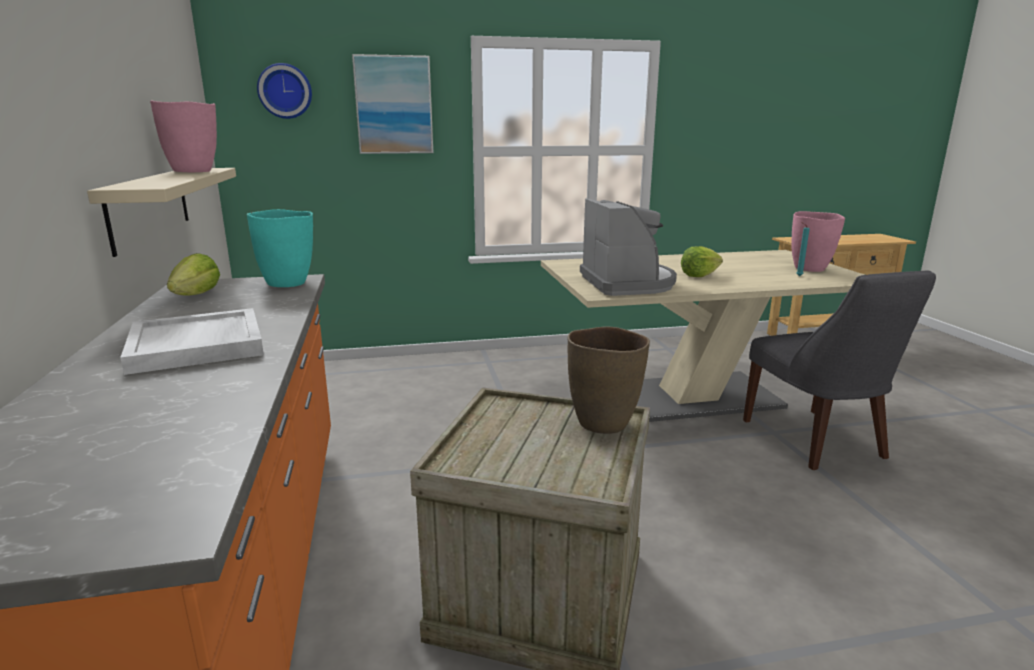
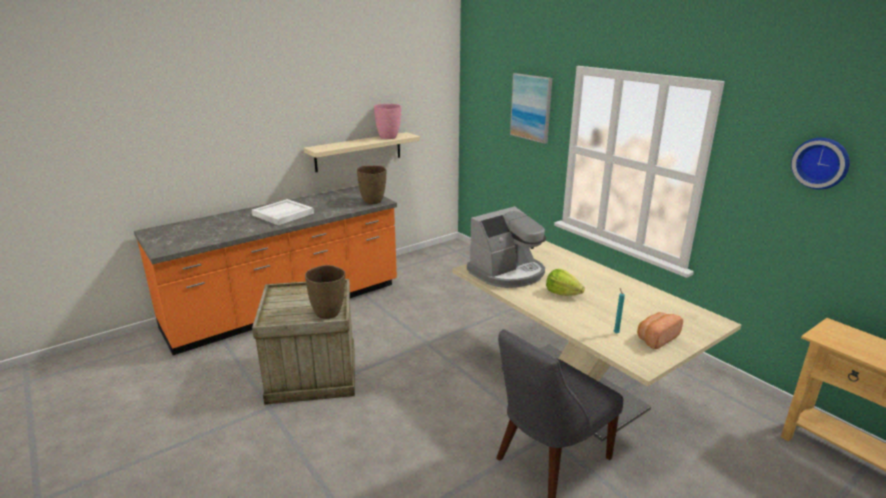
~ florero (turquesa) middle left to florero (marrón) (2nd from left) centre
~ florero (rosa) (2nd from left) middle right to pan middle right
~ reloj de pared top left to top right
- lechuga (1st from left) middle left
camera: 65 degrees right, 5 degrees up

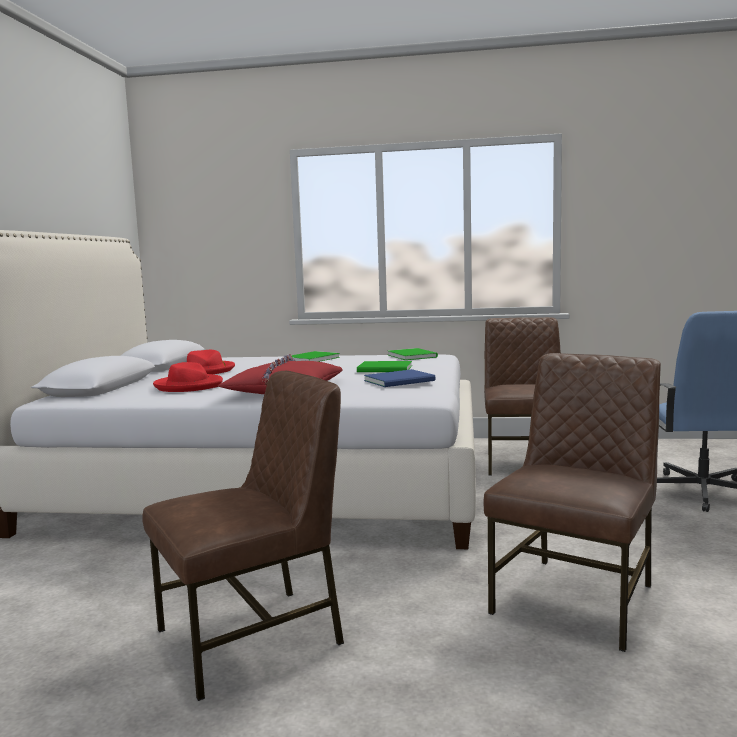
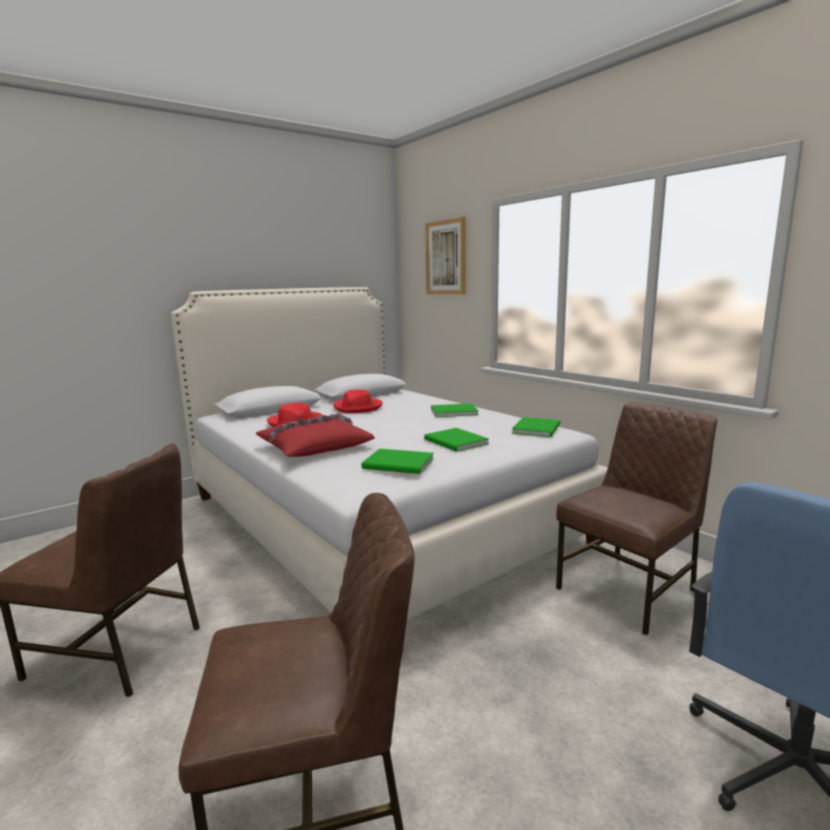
~ libro (azul) centre to libro (verde) (1st from left) centre
+ cuadro top centre
camera: 45 degrees right, 5 degrees up

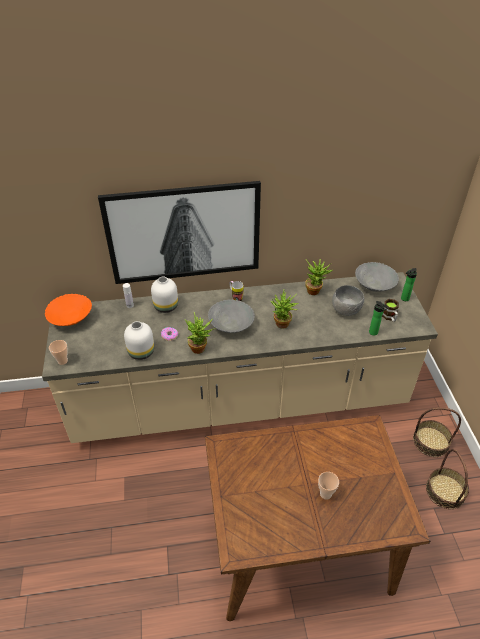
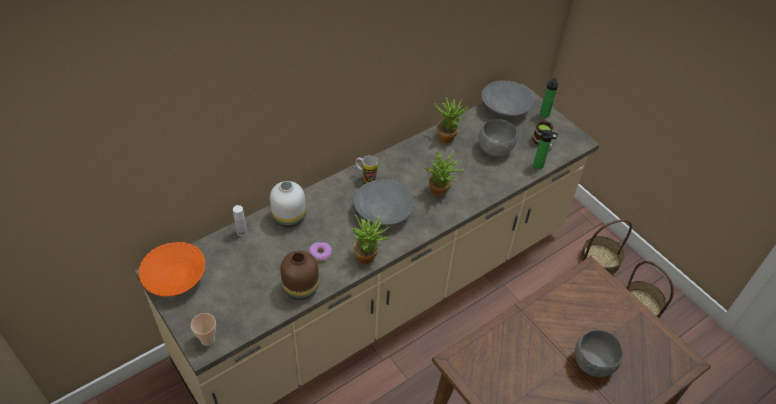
~ florero (blanco) (1st from left) middle left to florero (marrón) bottom centre
~ taza (2nd from left) bottom right to cuenco (gris) (4th from left) bottom right
- cuadro centre
camera: 30 degrees left, 5 degrees up

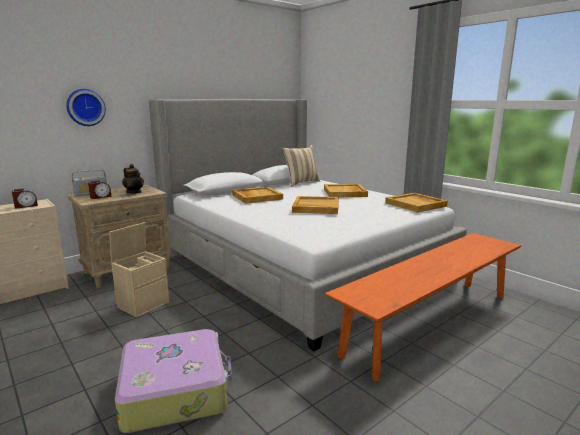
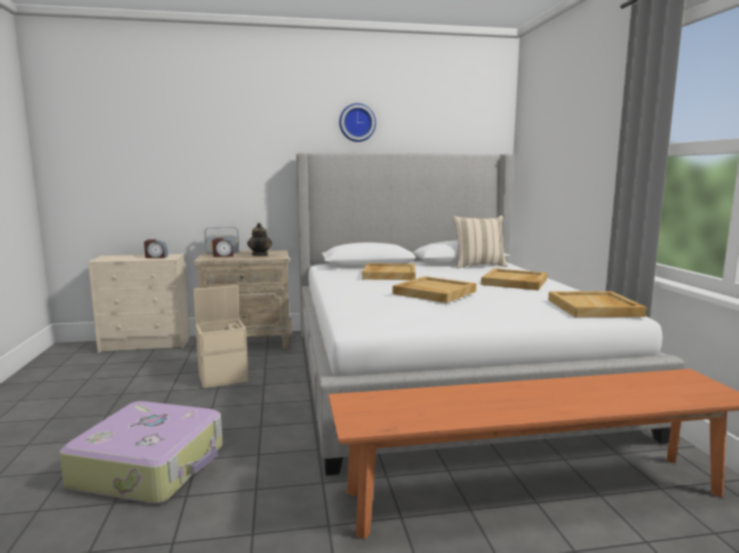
~ reloj de pared top left to top centre
camera: 30 degrees right, 5 degrees down

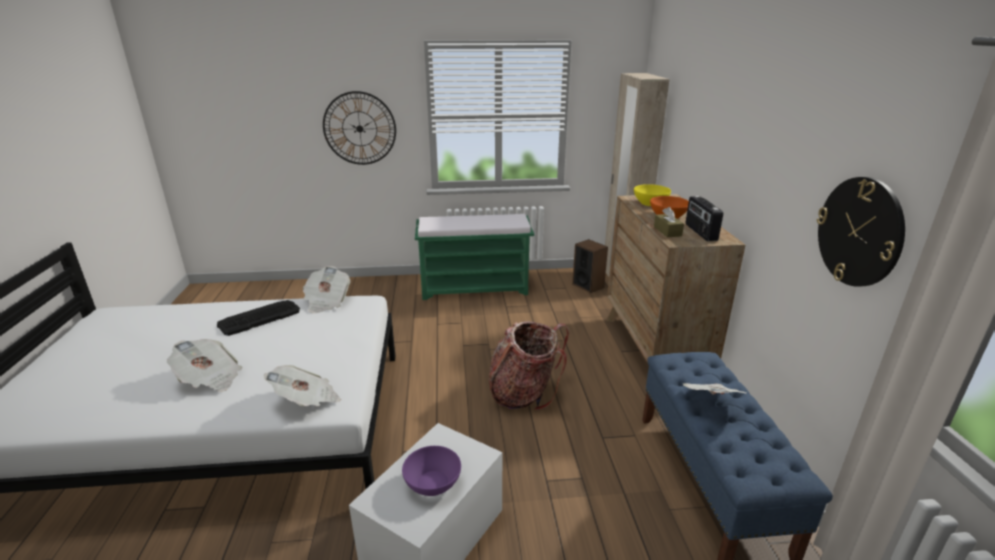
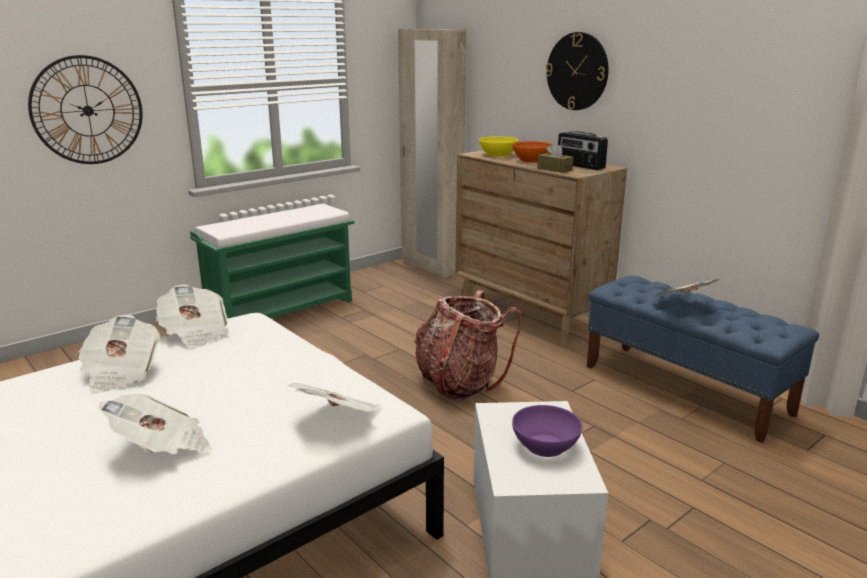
~ teclado middle left to periódico (1st from left) middle left
~ reloj de pared (2nd from left) middle right to top centre
- altavoz centre
camera: 35 degrees left, 5 degrees down

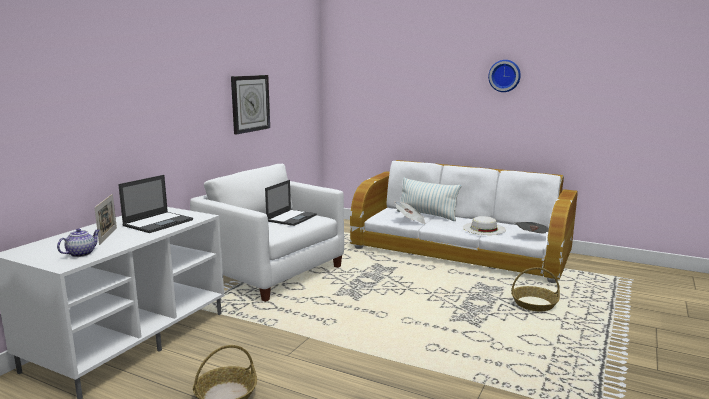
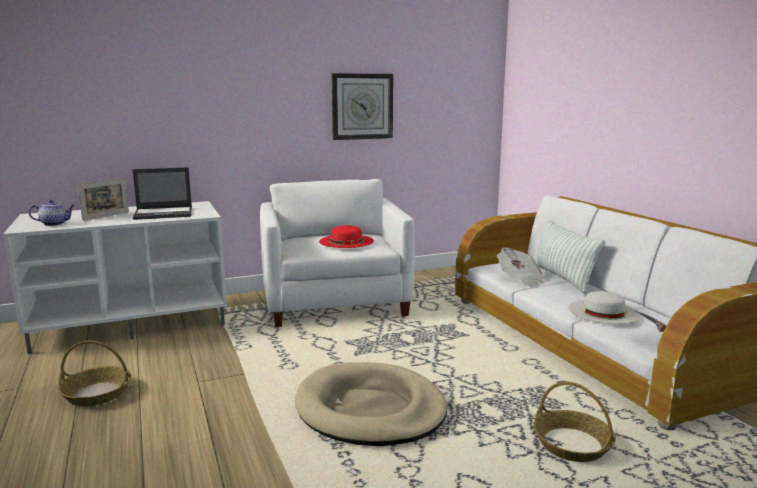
+ cama para perro (beis) bottom centre
~ portátil (2nd from left) centre to sombrero (rojo) centre
- reloj de pared (2nd from left) top right
camera: 40 degrees right, 0 degrees up

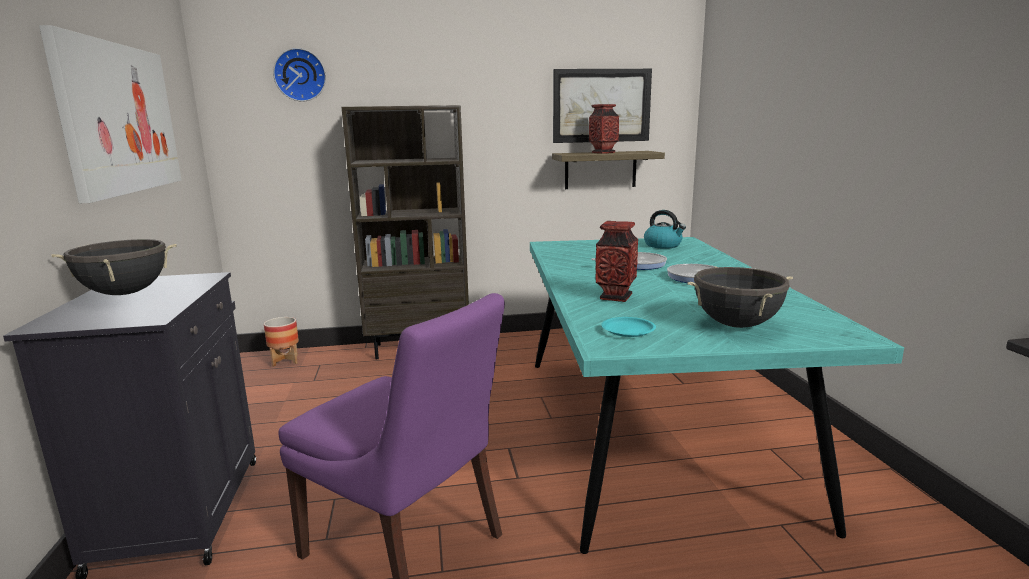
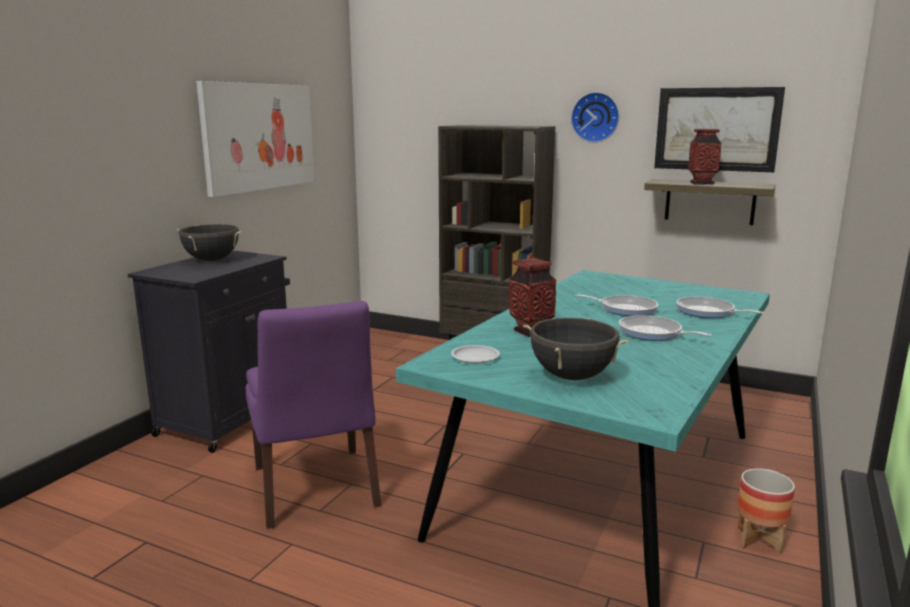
~ plato (turquesa) centre to plato (blanco) centre
~ reloj de pared top left to top centre
+ sartén (3rd from left) middle right
~ maceta middle left to bottom right
- hervidor centre
camera: 35 degrees right, 0 degrees up

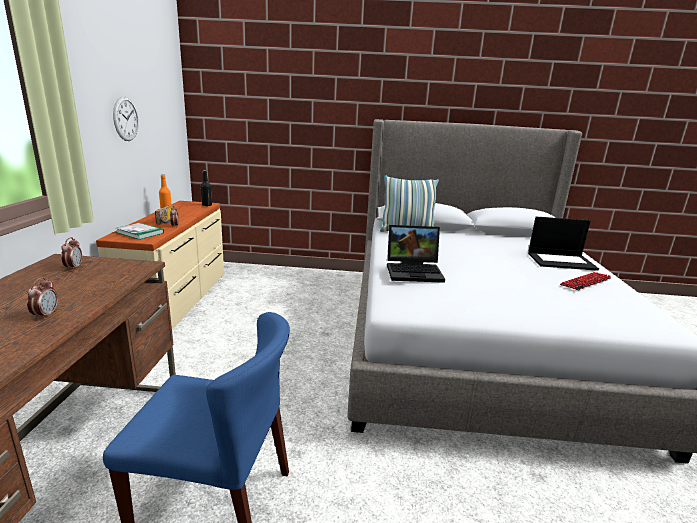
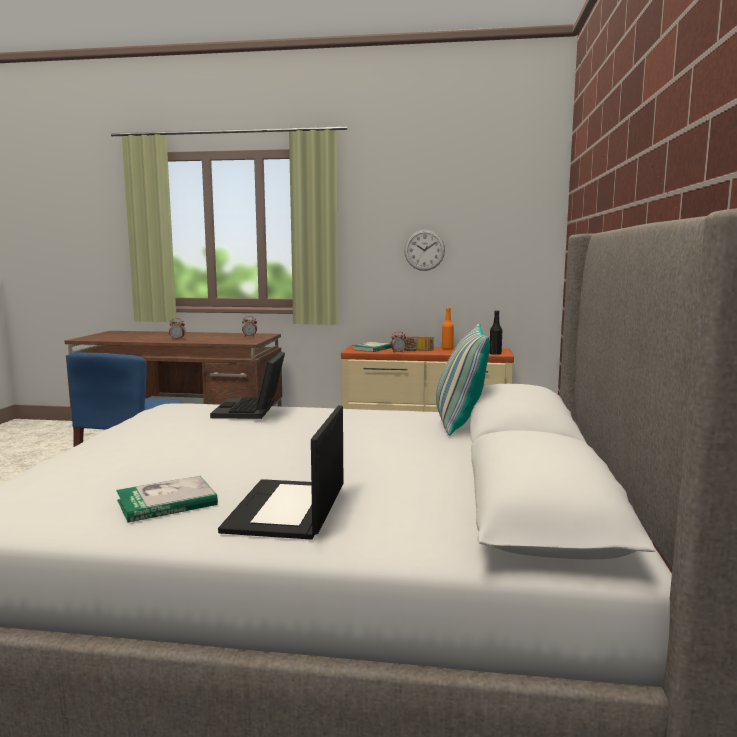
~ teclado middle right to libro (1st from left) bottom left
camera: 95 degrees right, 10 degrees down

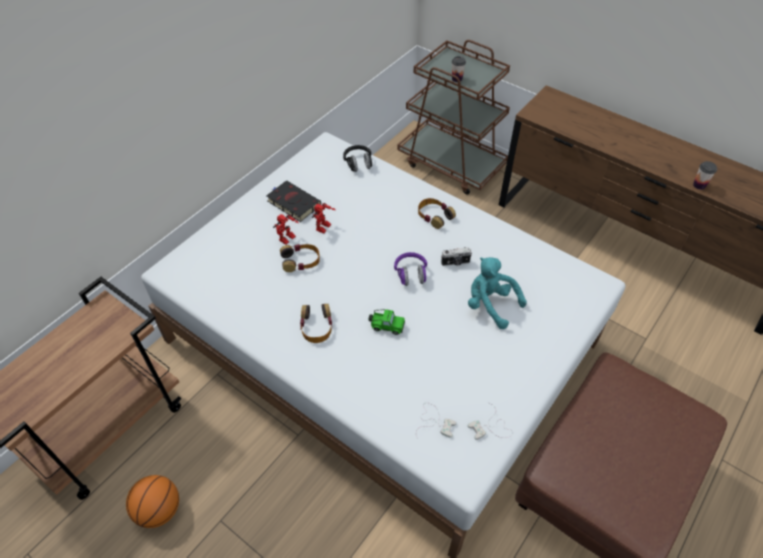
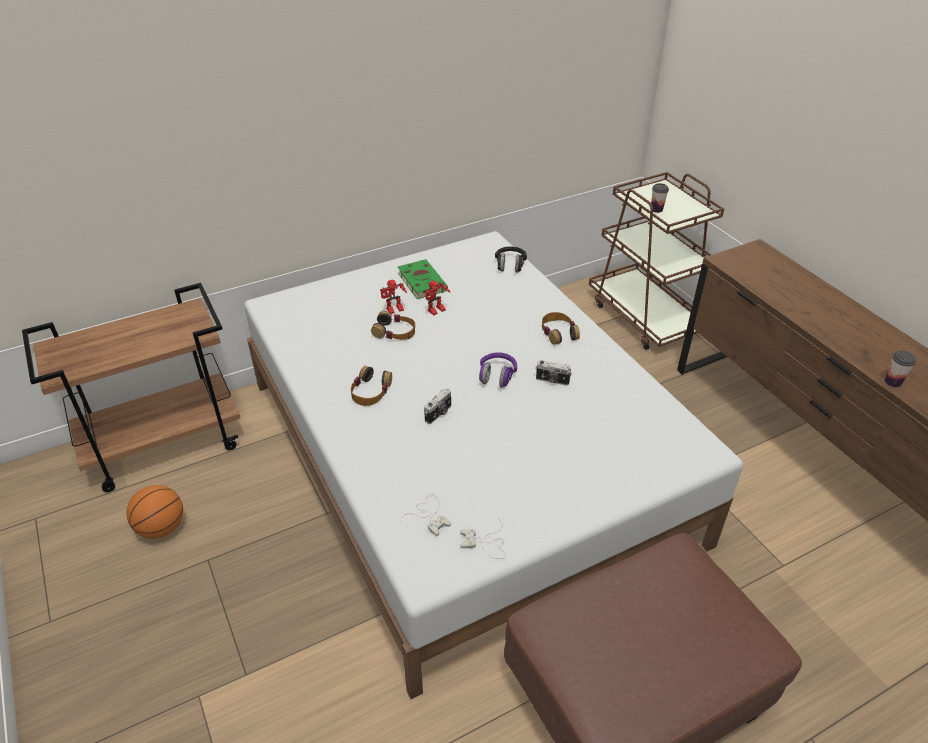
~ libro (negro) centre to libro (verde) centre
~ coche de juguete centre to cámara (1st from left) centre
- peluche (turquesa) centre
camera: 25 degrees right, 10 degrees down

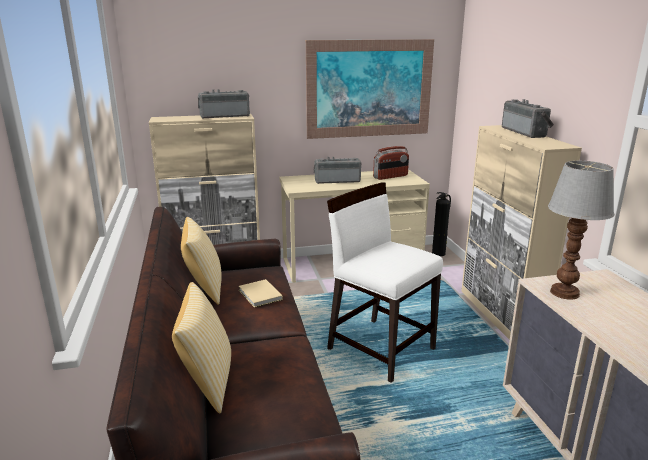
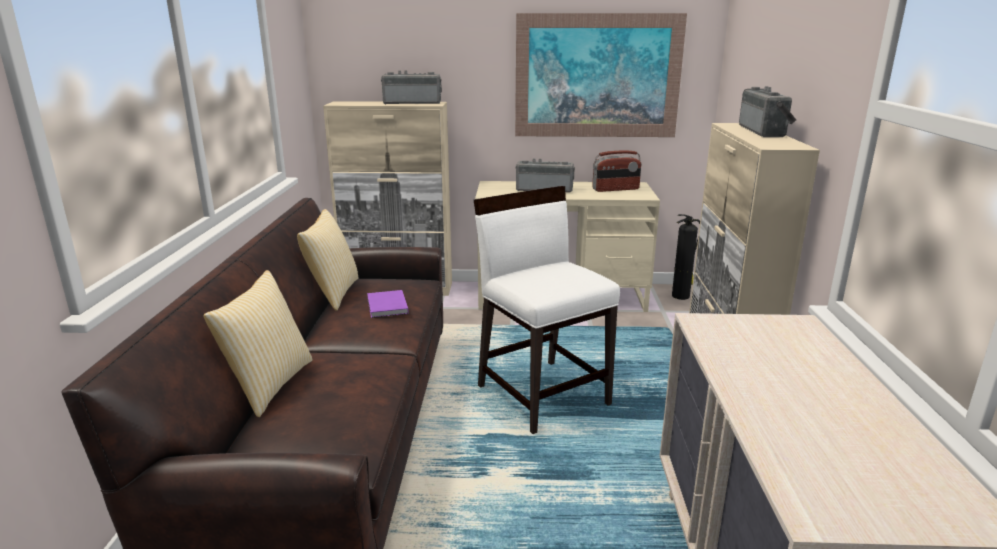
~ libro (beis) centre to libro (morado) centre
- lámpara de mesa middle right
camera: 15 degrees right, 0 degrees up

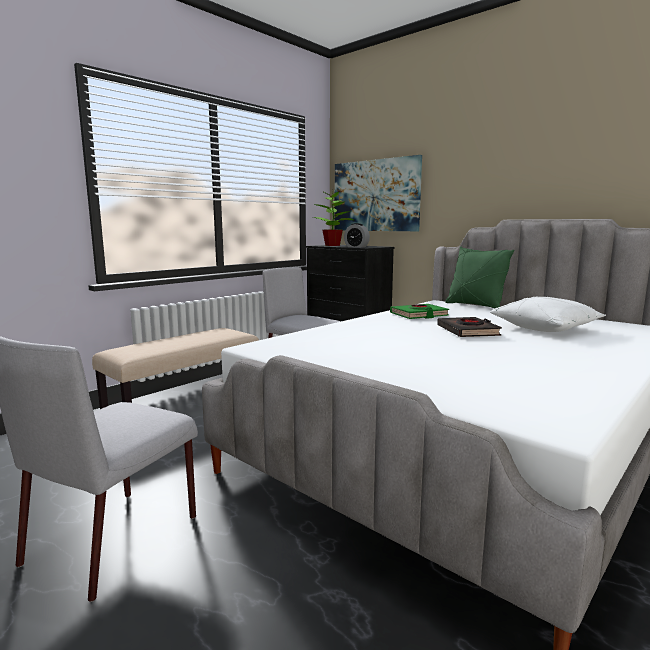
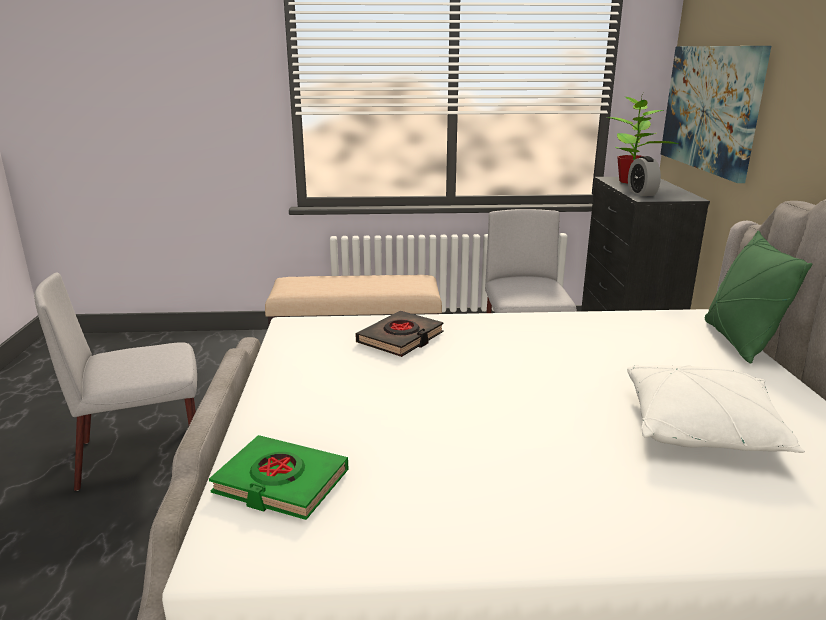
~ libro (verde) centre to bottom centre
~ libro (negro) middle right to centre
camera: 45 degrees right, 10 degrees up

